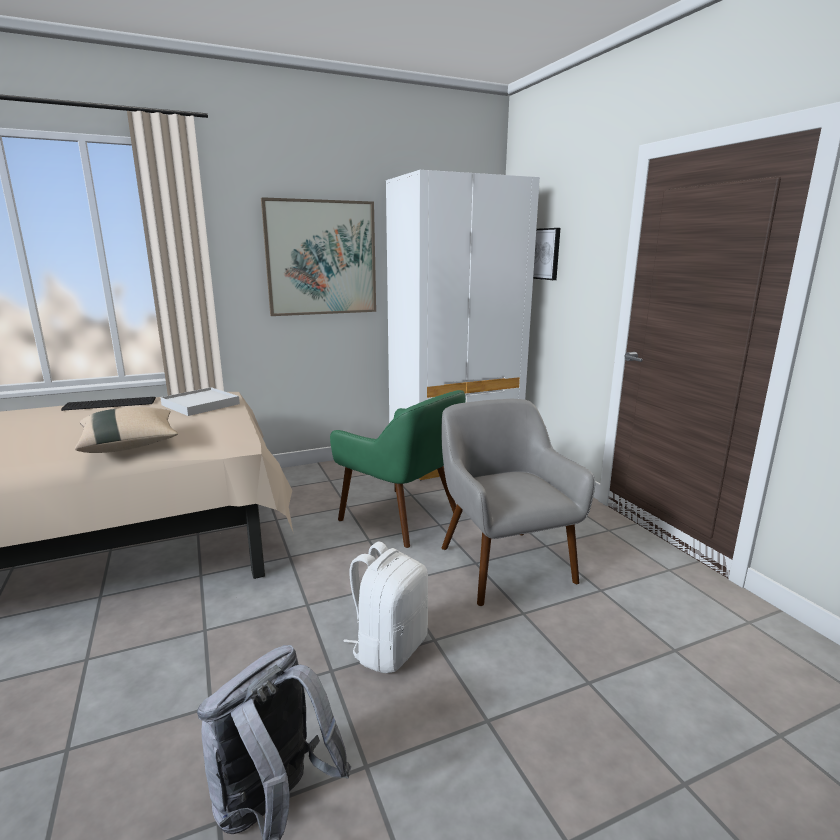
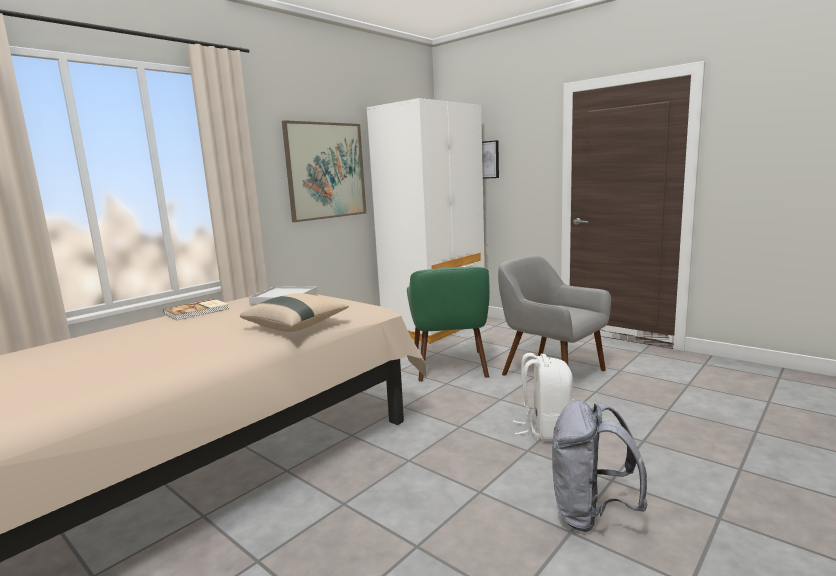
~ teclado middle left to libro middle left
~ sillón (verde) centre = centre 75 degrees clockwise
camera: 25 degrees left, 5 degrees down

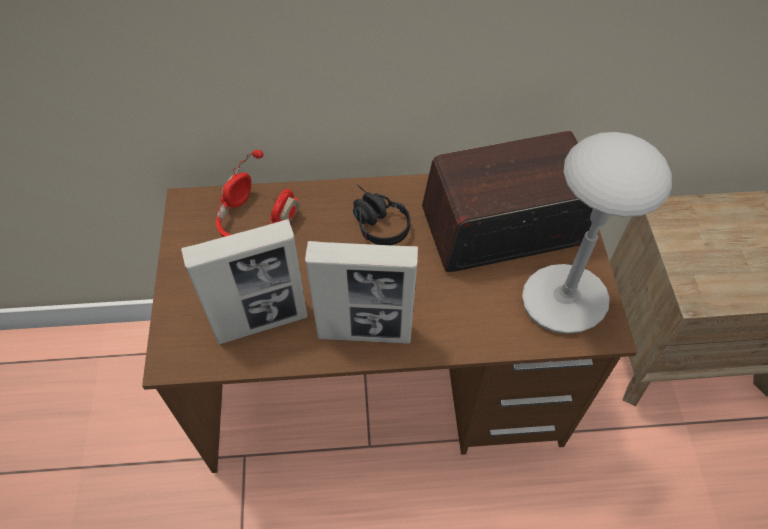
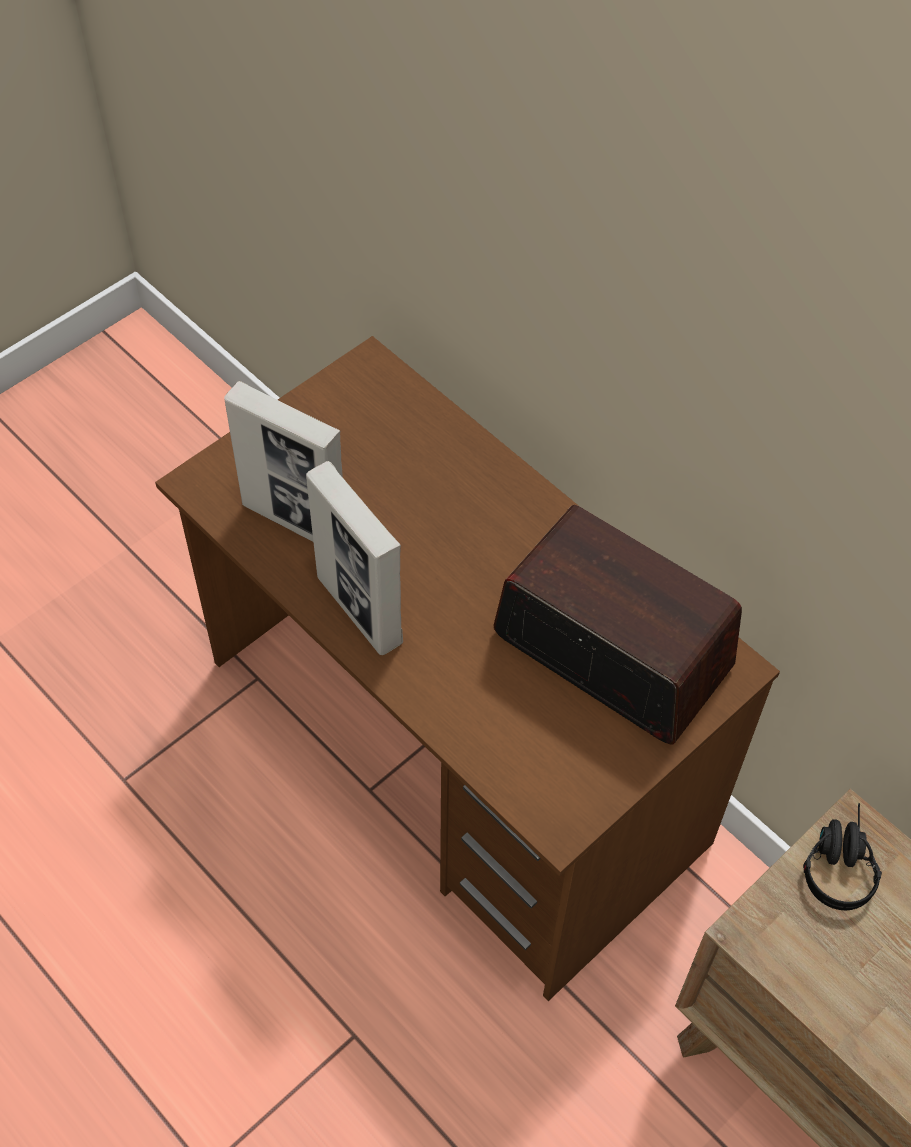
~ auriculares (negro) centre to bottom right
- auriculares (rojo) centre
- lámpara de mesa (gris) middle right
camera: 50 degrees right, 0 degrees up

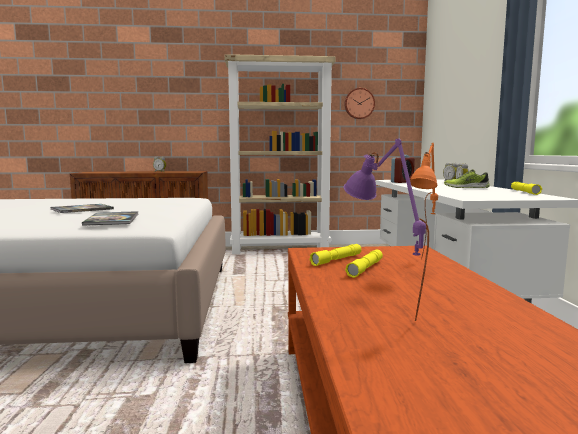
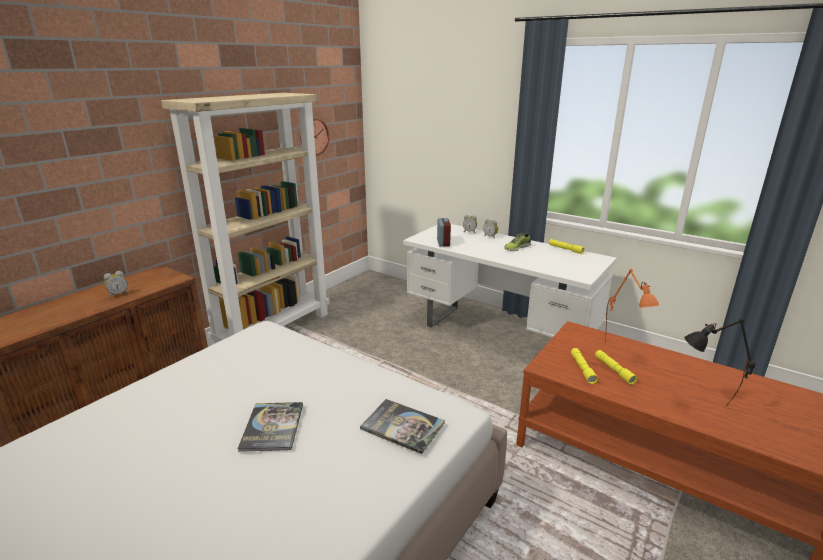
~ lámpara de mesa (morado) middle right to lámpara de mesa (negro) middle right
camera: 50 degrees left, 15 degrees up

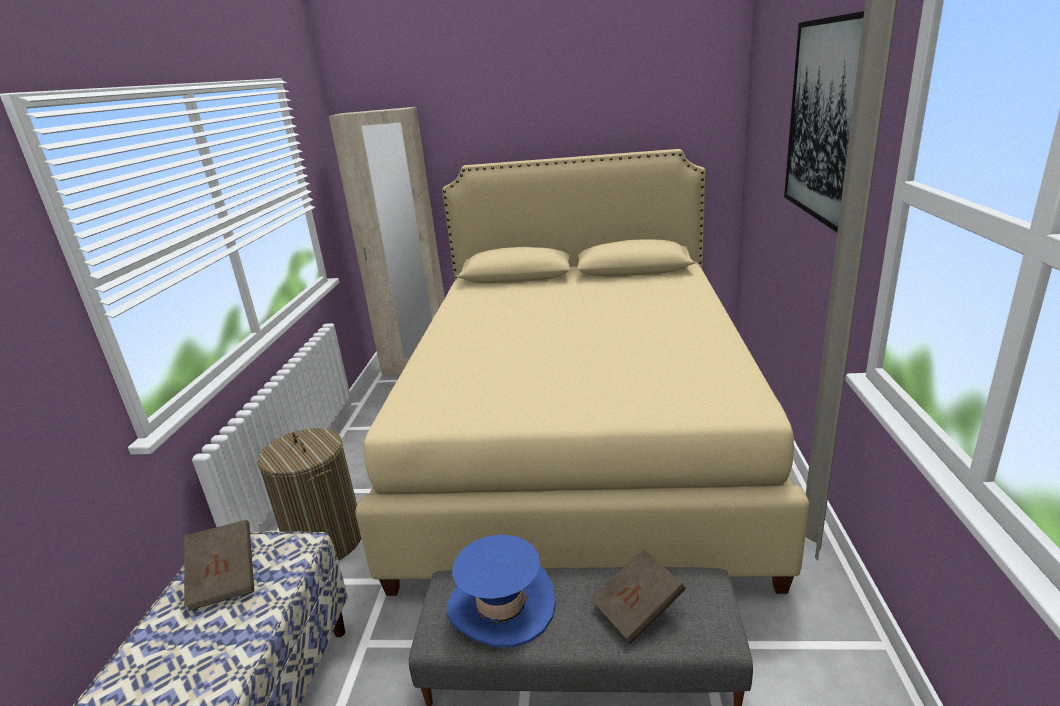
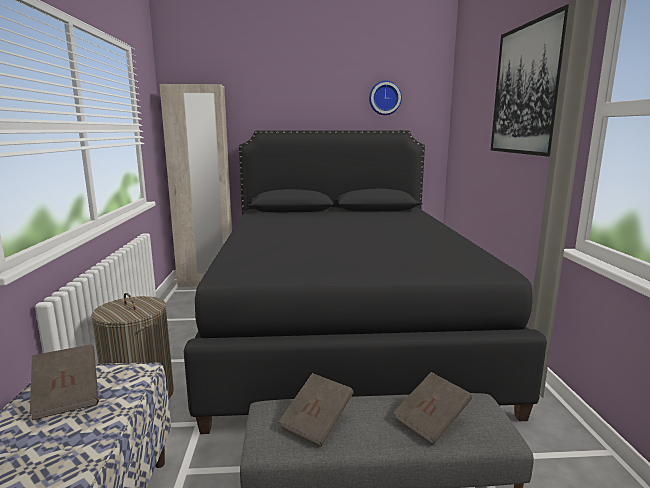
~ cama (beis) centre to cama (negro) centre
~ sombrero (azul) bottom centre to libro (marrón) (2nd from left) bottom centre
+ reloj de pared top centre
camera: 10 degrees left, 10 degrees down

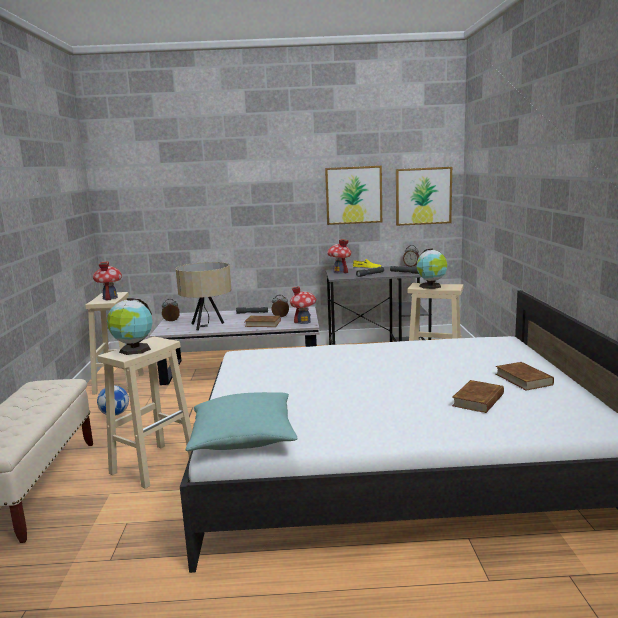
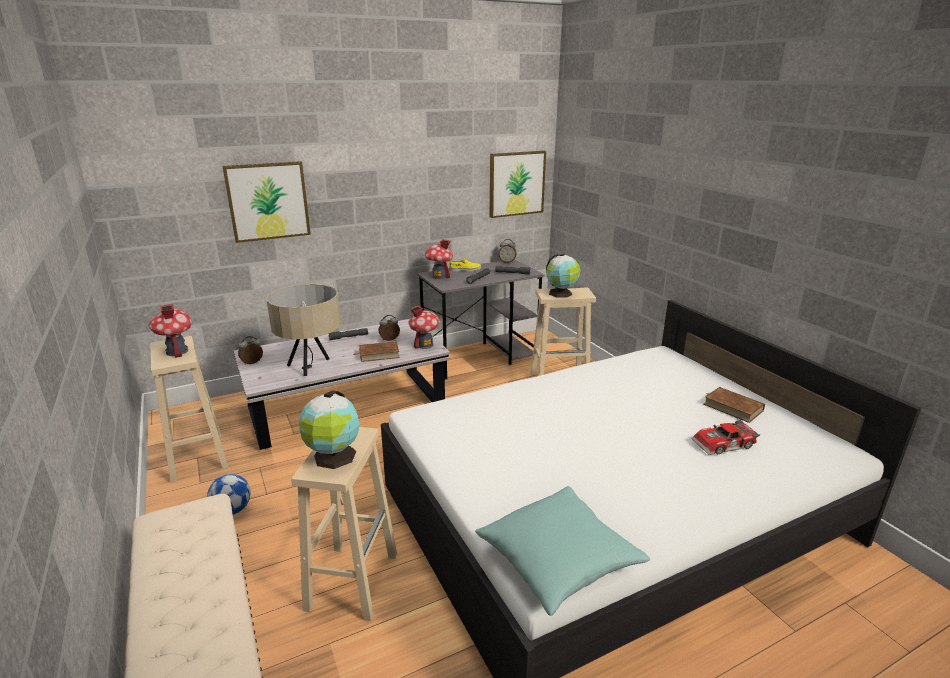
~ cuadro (1st from left) top centre to top left
~ libro (marrón) (2nd from left) middle right to coche de juguete middle right
camera: 25 degrees left, 10 degrees up

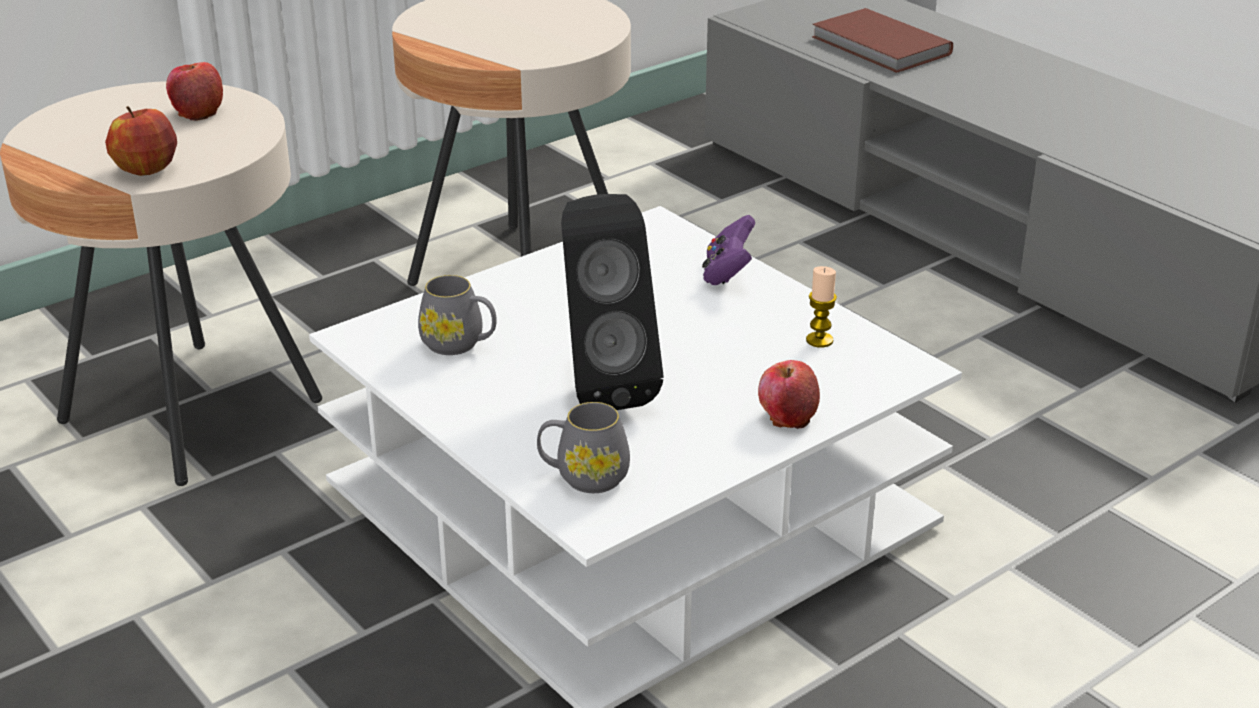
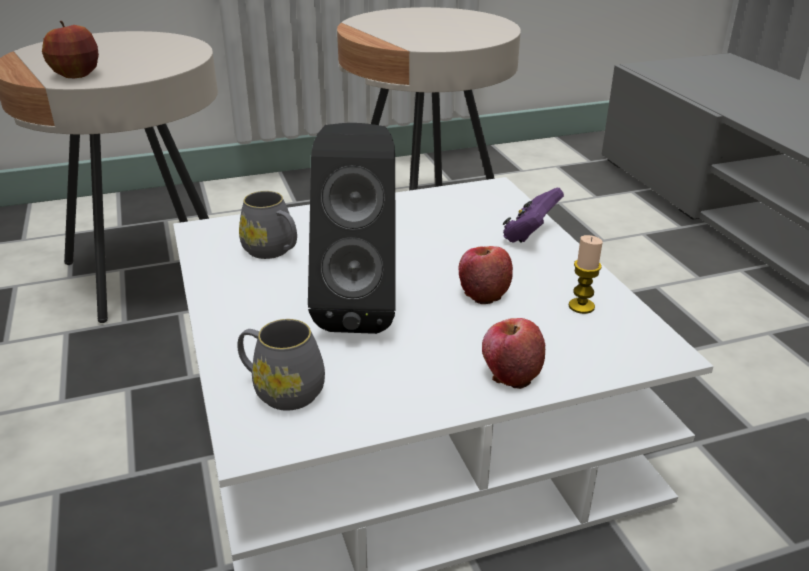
~ manzana (2nd from left) top left to centre
- libro (marrón) top right
camera: 20 degrees right, 0 degrees up

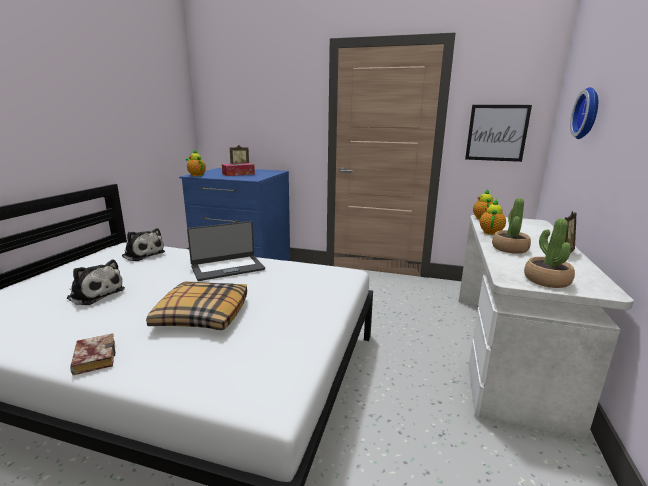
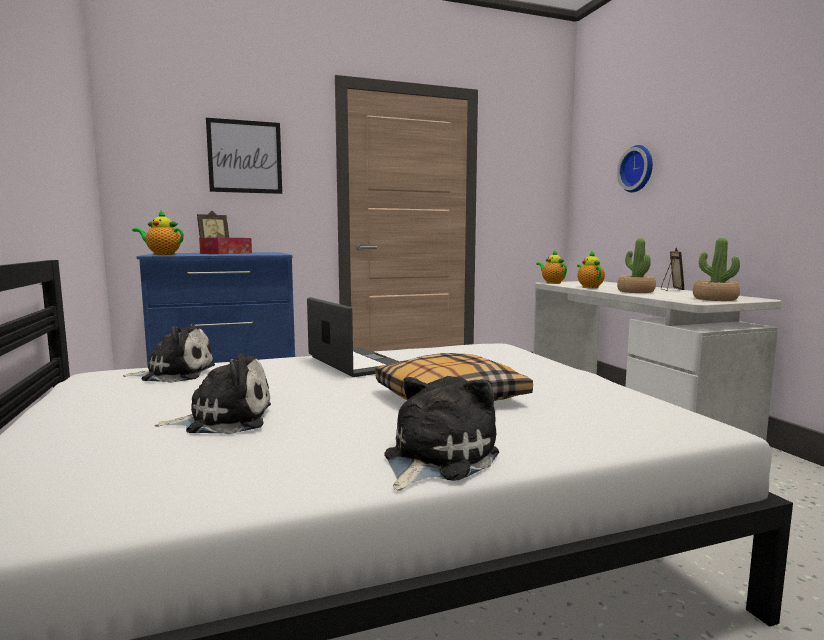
~ cuadro top right to top left
~ portátil centre = centre 60 degrees counterclockwise
~ libro bottom left to peluche (3rd from left) bottom centre
camera: 35 degrees left, 10 degrees down

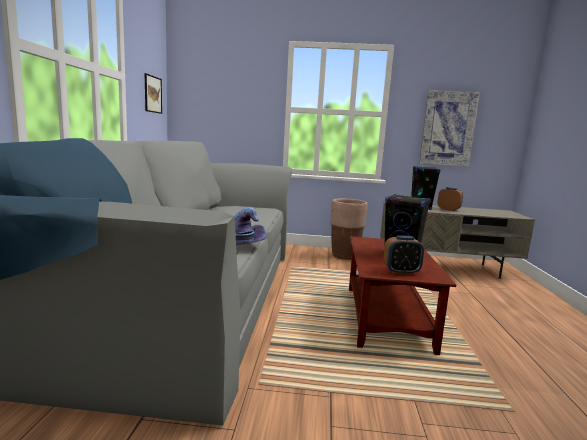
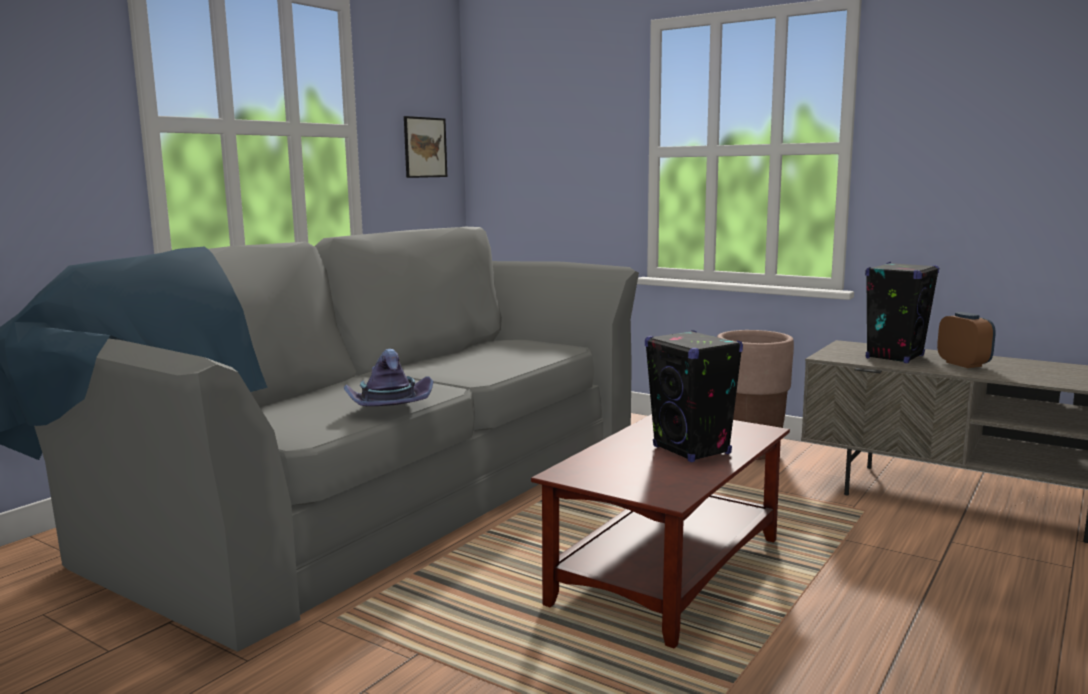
- despertador (1st from left) middle right
- cuadro (2nd from left) top right
camera: 30 degrees right, 0 degrees up

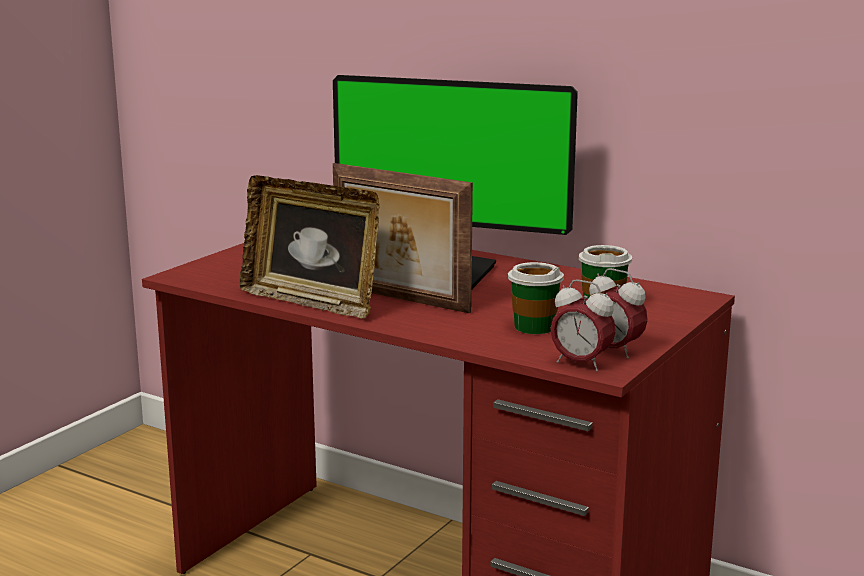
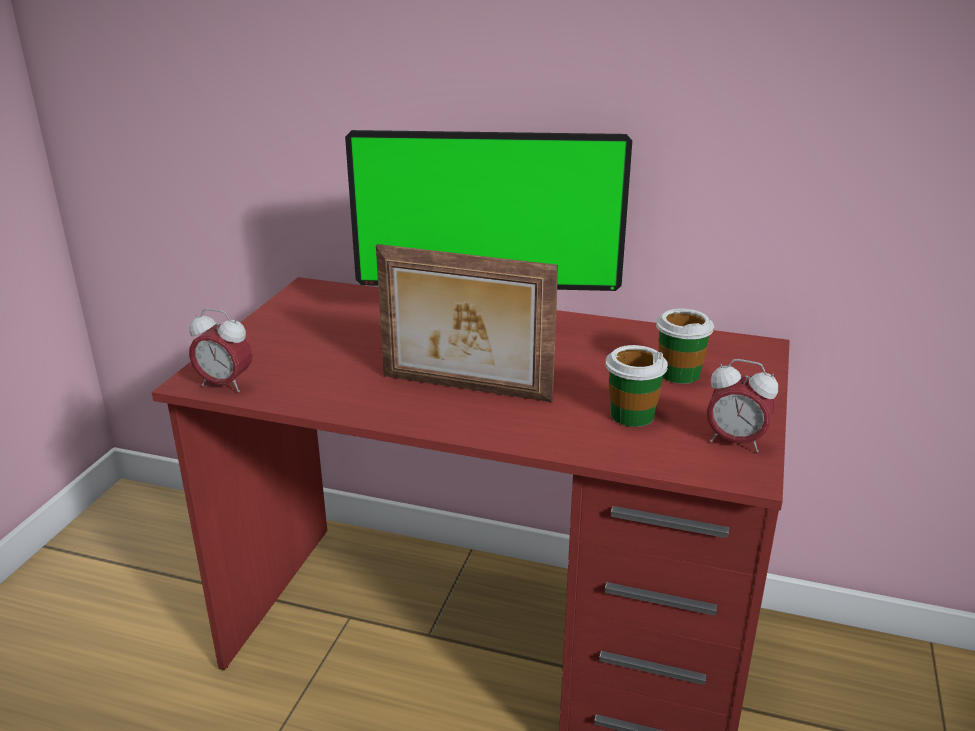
~ despertador (1st from left) middle right to middle left
- portarretratos (1st from left) centre
camera: 15 degrees left, 10 degrees up

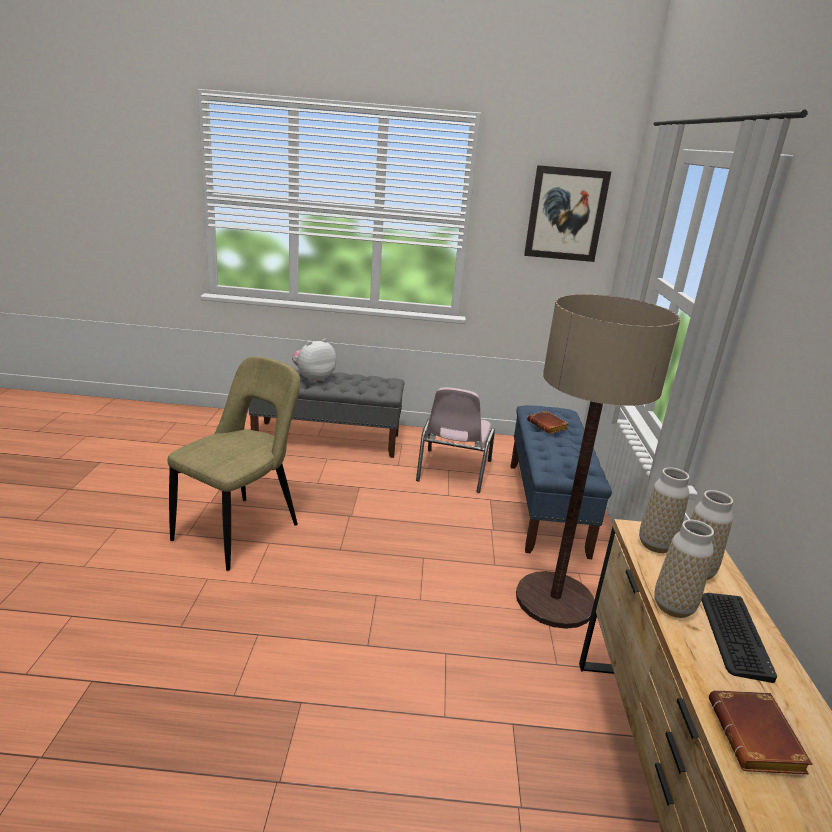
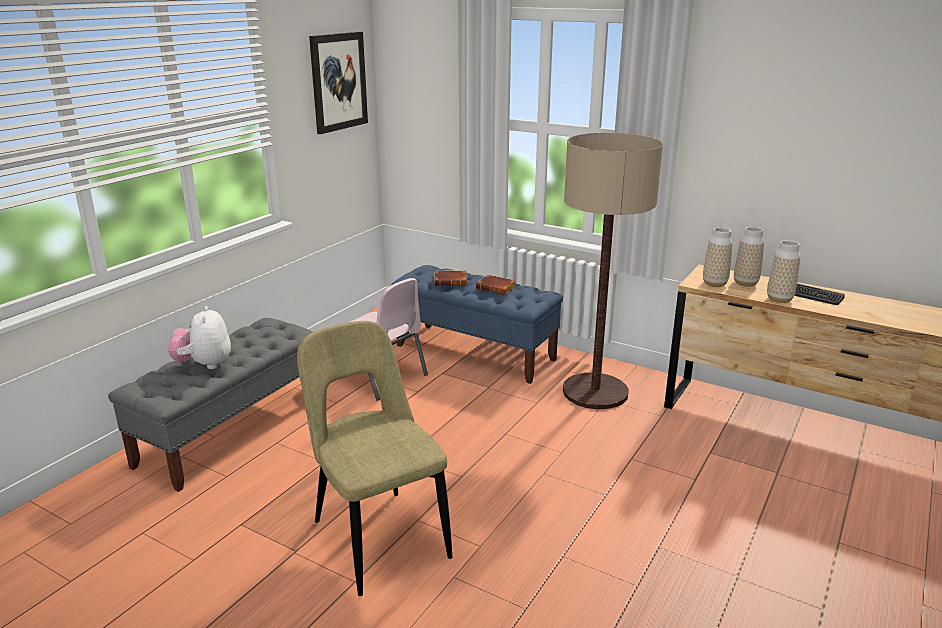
~ libro (marrón) (2nd from left) bottom right to centre
camera: 60 degrees left, 0 degrees up

